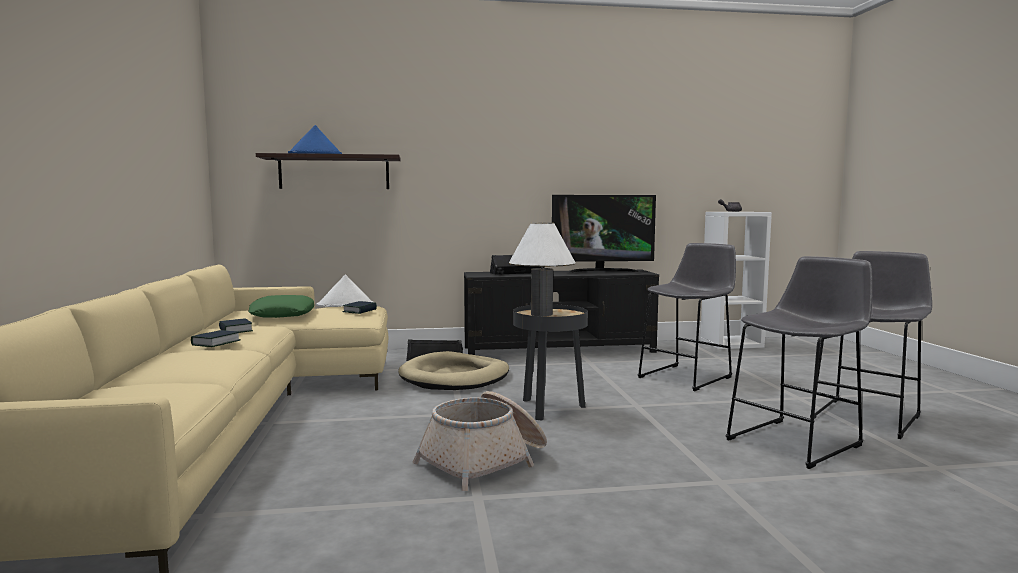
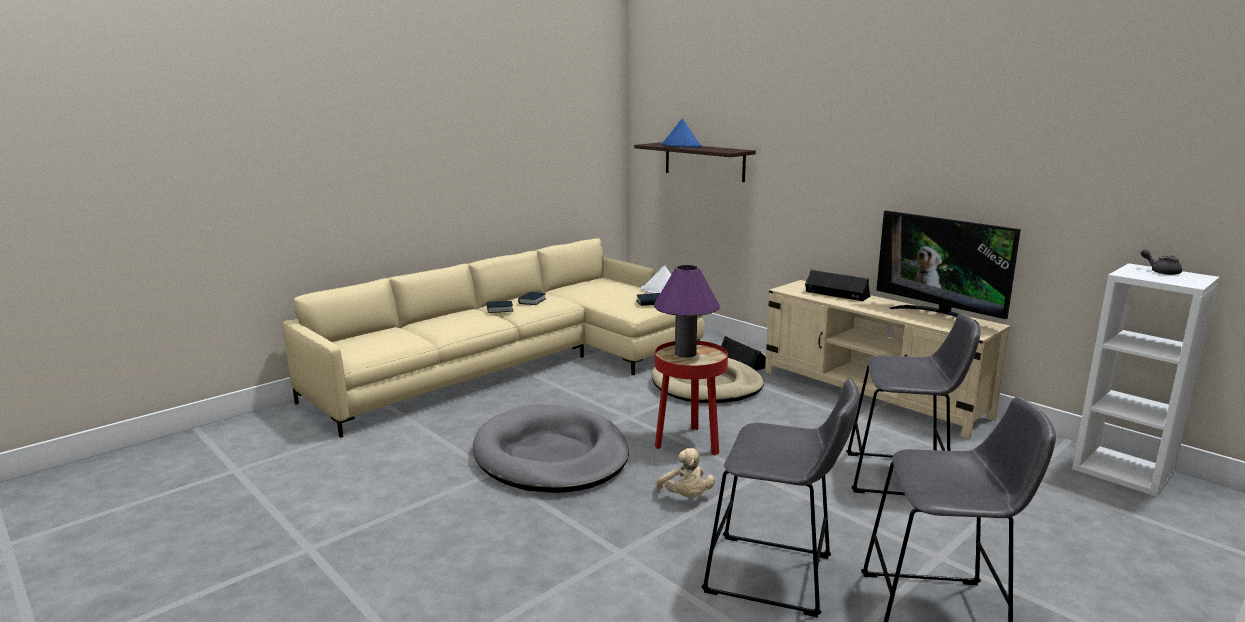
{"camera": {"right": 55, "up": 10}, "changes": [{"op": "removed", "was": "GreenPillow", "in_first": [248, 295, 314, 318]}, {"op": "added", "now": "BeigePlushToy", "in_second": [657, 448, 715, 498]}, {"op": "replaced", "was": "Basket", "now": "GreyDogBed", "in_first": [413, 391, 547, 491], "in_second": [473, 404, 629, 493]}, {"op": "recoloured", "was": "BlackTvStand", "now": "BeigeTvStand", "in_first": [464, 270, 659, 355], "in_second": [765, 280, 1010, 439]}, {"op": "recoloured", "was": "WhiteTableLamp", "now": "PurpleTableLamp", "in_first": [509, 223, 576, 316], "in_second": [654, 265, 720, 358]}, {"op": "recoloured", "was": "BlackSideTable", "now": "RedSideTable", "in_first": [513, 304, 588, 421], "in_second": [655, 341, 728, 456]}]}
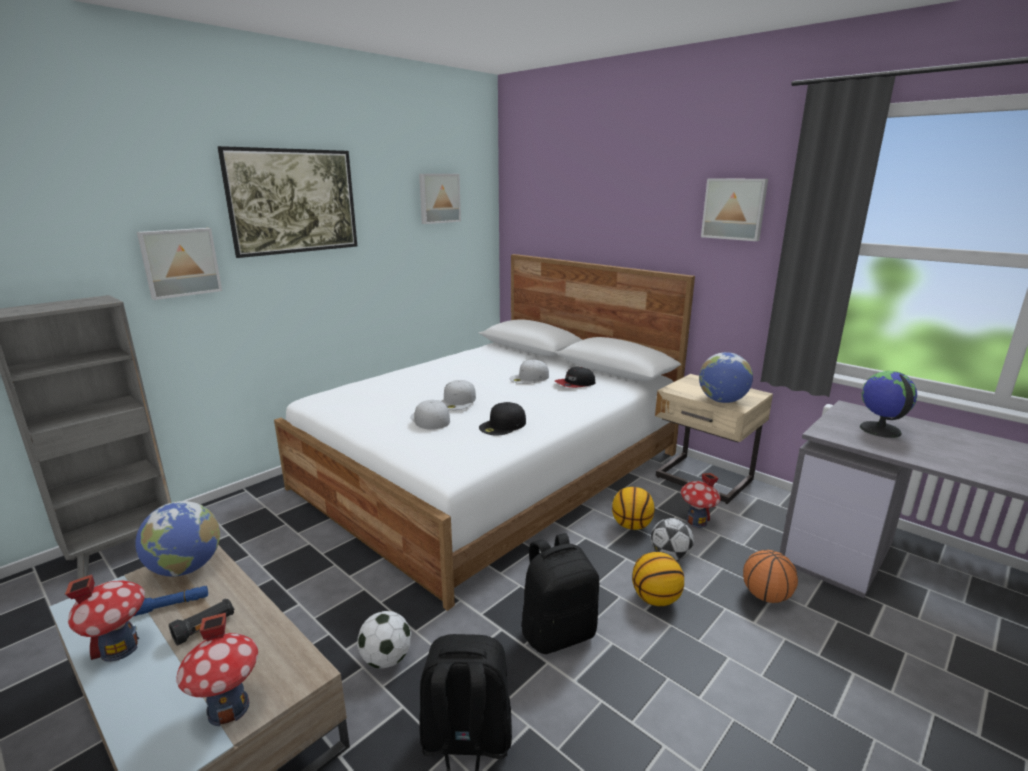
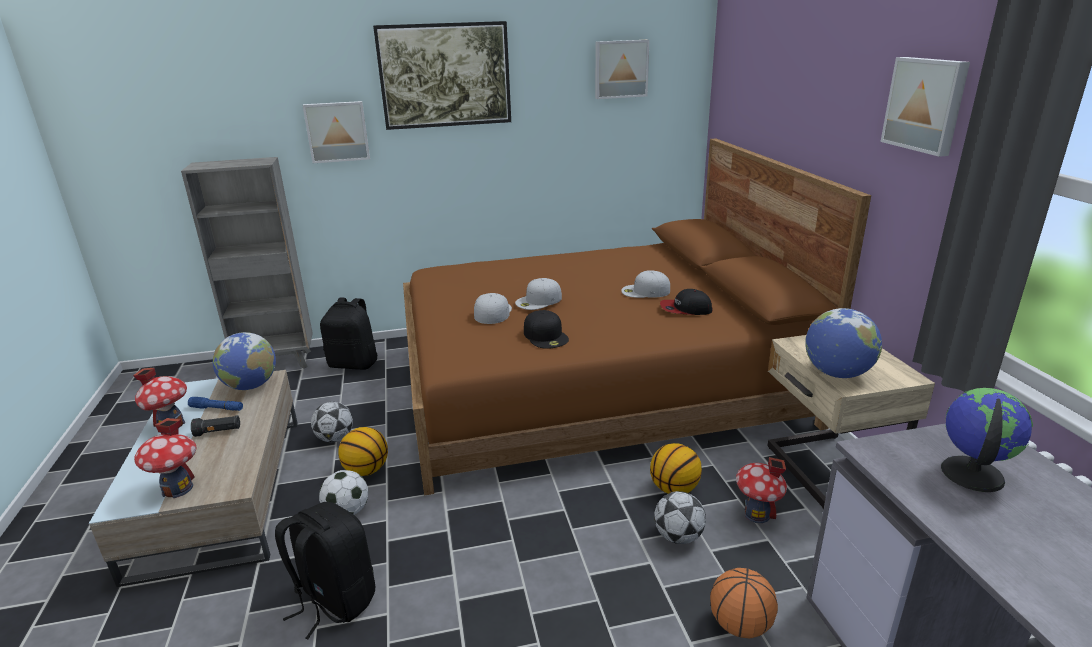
{"camera": {"right": 35, "up": 5}, "changes": [{"op": "added", "now": "Football", "in_second": [311, 402, 353, 442]}, {"op": "moved", "was": "BlackBackpack", "in_first": [521, 533, 599, 654], "in_second": [320, 298, 378, 370]}, {"op": "moved", "was": "Basketball", "in_first": [632, 552, 684, 606], "in_second": [338, 427, 388, 476]}, {"op": "recoloured", "was": "WhiteBed", "now": "BrownBed", "in_first": [274, 254, 695, 611], "in_second": [403, 138, 871, 495]}, {"op": "turned", "was": "BlackCap", "in_first": [479, 402, 526, 436], "in_second": [524, 310, 569, 349], "clockwise": -105}]}
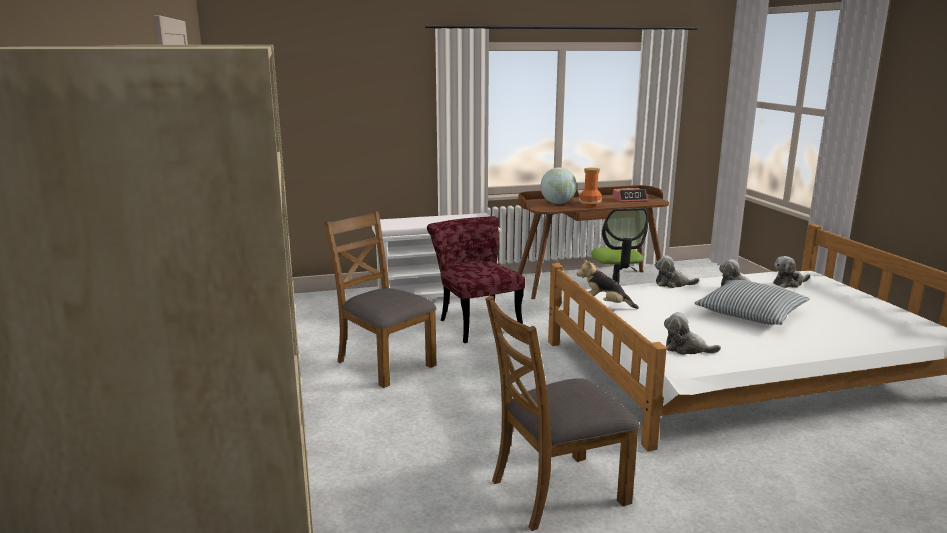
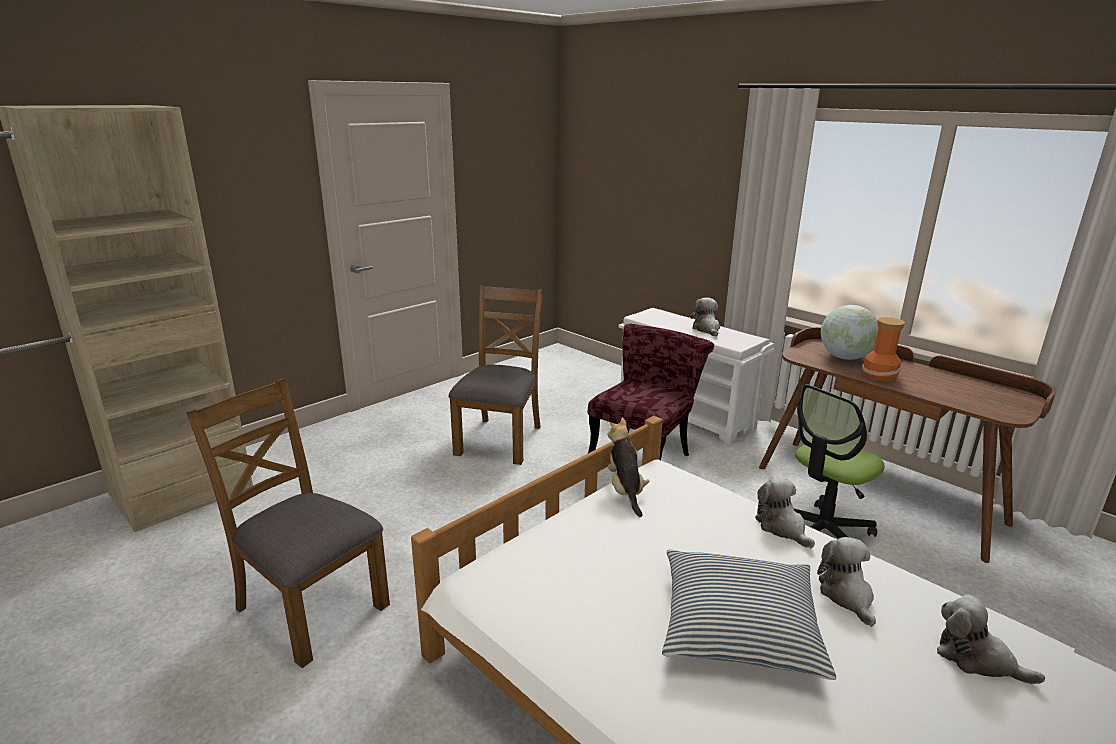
{"camera": {"right": 60, "up": 5}, "changes": [{"op": "removed", "was": "AlarmClock", "in_first": [613, 188, 648, 202]}, {"op": "moved", "was": "PlushToy", "in_first": [664, 312, 721, 355], "in_second": [691, 298, 720, 337]}]}
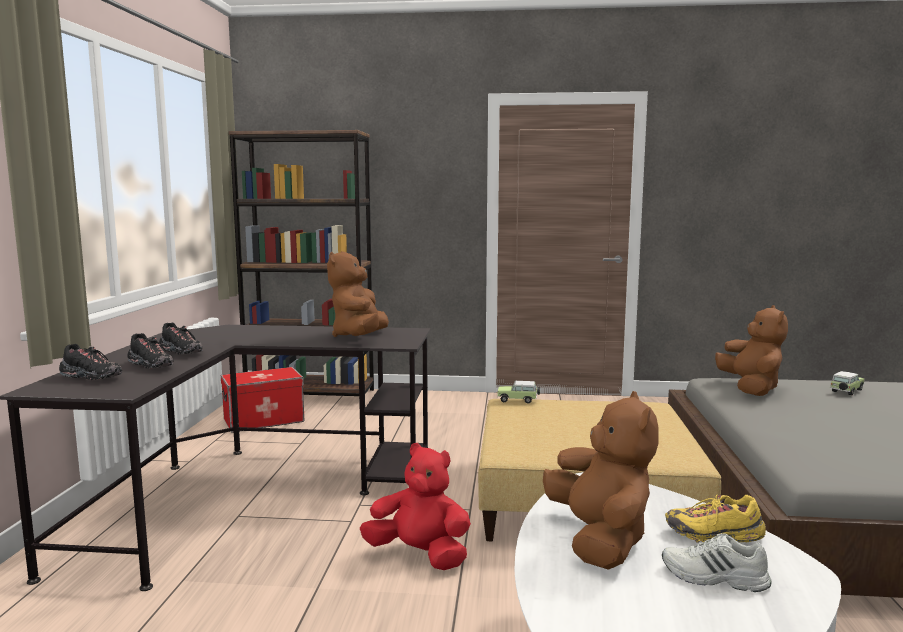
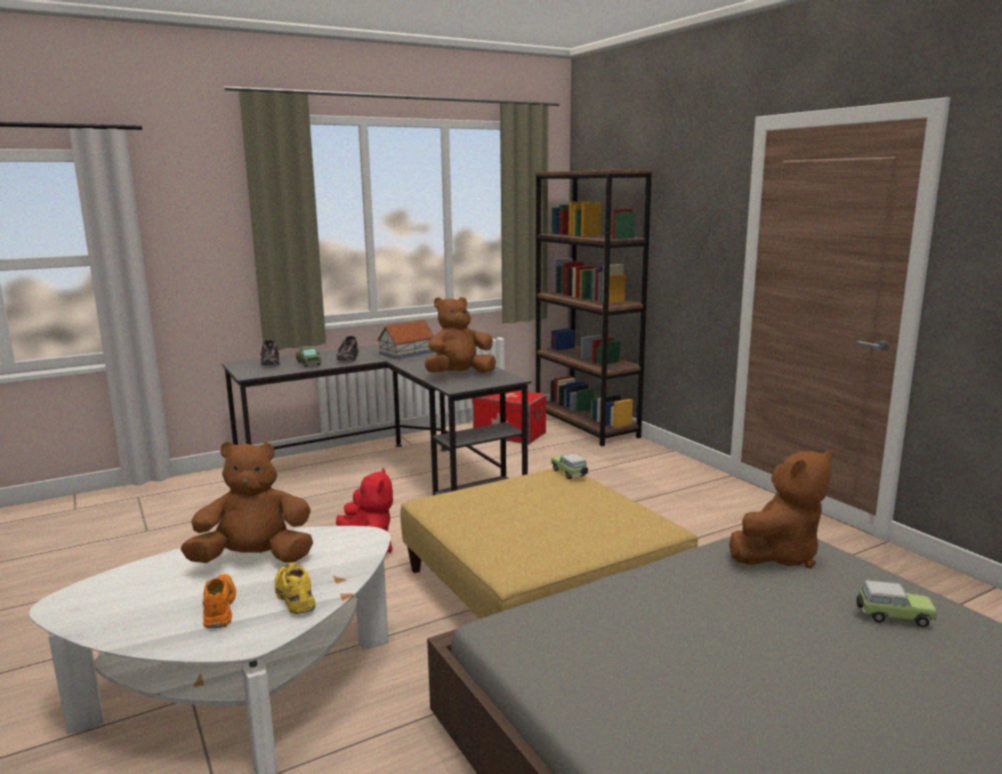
{"camera": {"right": 55, "up": 5}, "changes": [{"op": "added", "now": "ToyHouse", "in_second": [377, 320, 434, 359]}, {"op": "replaced", "was": "BlackShoe", "now": "ToyTruck", "in_first": [127, 333, 173, 369], "in_second": [296, 346, 321, 367]}, {"op": "recoloured", "was": "WhiteShoe", "now": "OrangeShoe", "in_first": [662, 533, 772, 592], "in_second": [203, 574, 236, 628]}, {"op": "turned", "was": "BrownPlushToy", "in_first": [543, 391, 659, 570], "in_second": [180, 441, 313, 563], "clockwise": -150}]}
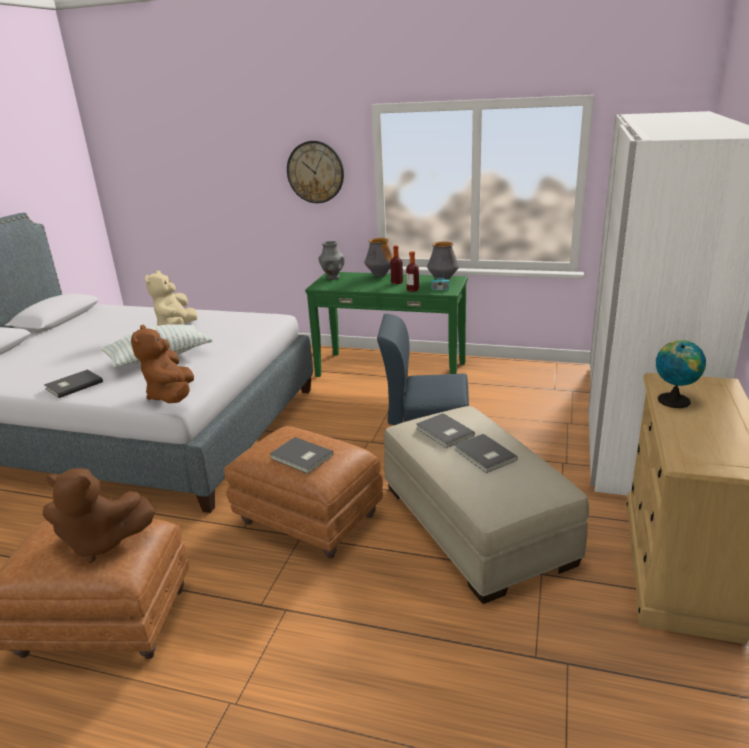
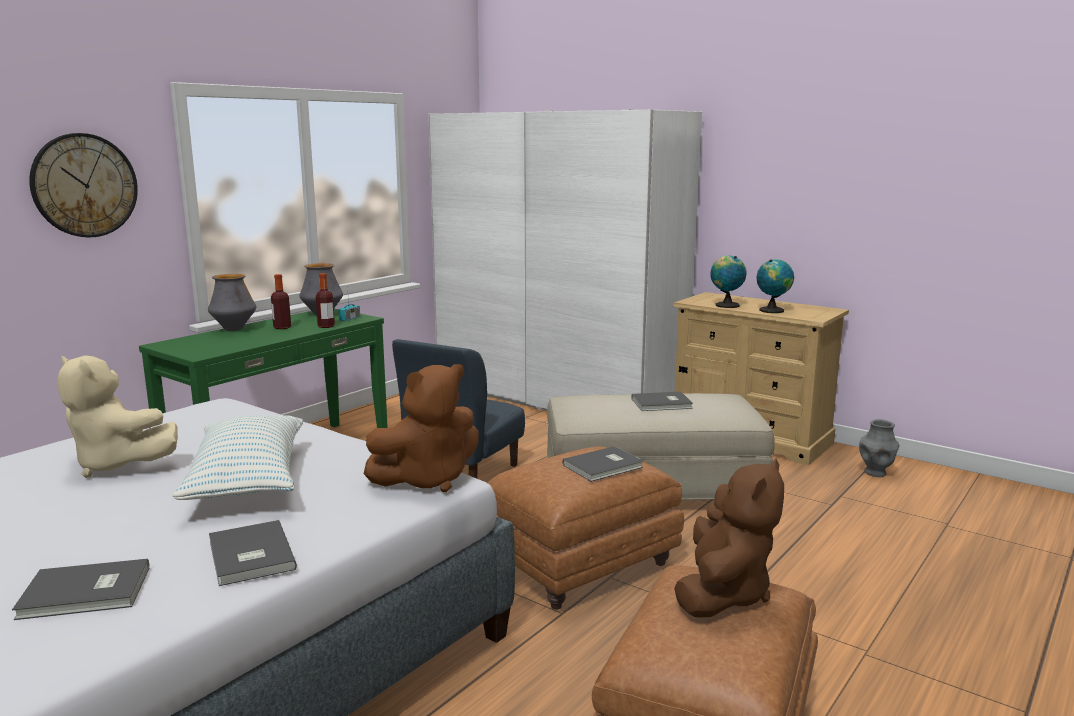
{"camera": {"right": -70, "up": -10}, "changes": [{"op": "added", "now": "Globe", "in_second": [756, 259, 794, 313]}, {"op": "moved", "was": "GreyVase", "in_first": [319, 241, 345, 280], "in_second": [859, 419, 899, 477]}, {"op": "moved", "was": "GreyBook", "in_first": [416, 413, 475, 448], "in_second": [12, 559, 149, 620]}, {"op": "turned", "was": "BrownPlushToy", "in_first": [131, 325, 194, 403], "in_second": [364, 364, 478, 492], "clockwise": -45}]}
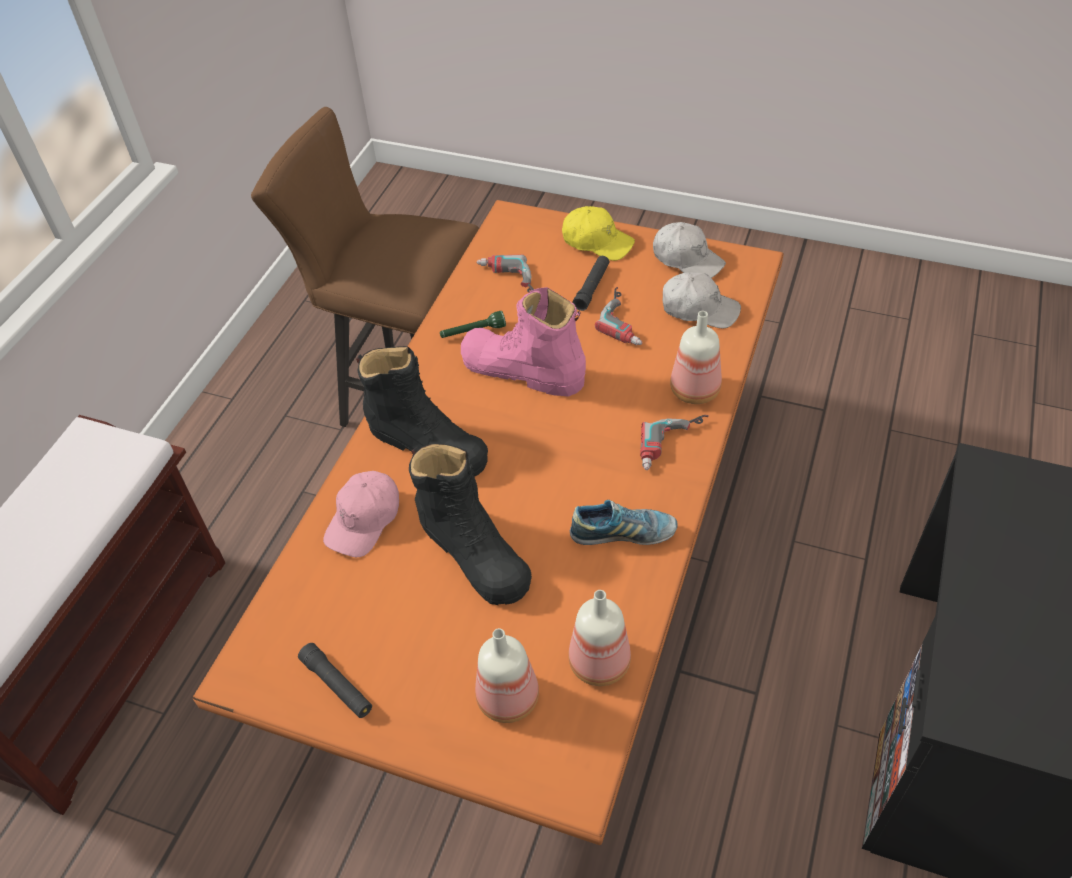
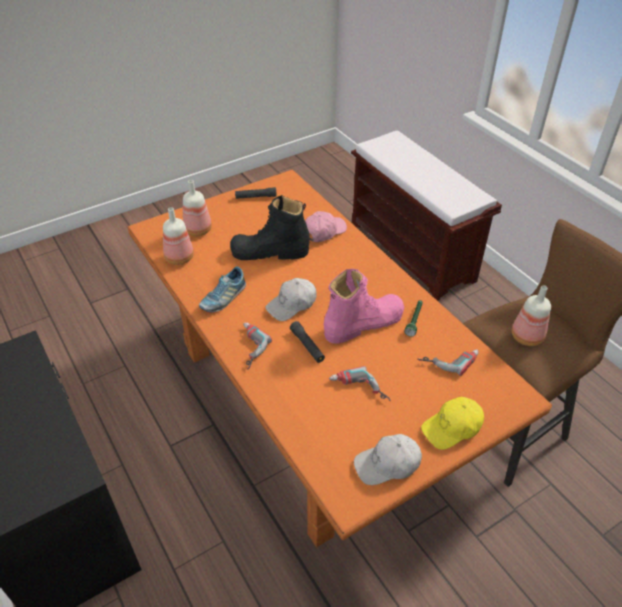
{"camera": {"right": 125, "up": -5}, "changes": [{"op": "removed", "was": "BlackBoot", "in_first": [356, 346, 488, 477]}, {"op": "moved", "was": "BlackFlashlight", "in_first": [572, 256, 609, 311], "in_second": [290, 321, 325, 363]}, {"op": "moved", "was": "WhiteCap", "in_first": [662, 272, 741, 329], "in_second": [266, 278, 317, 321]}, {"op": "moved", "was": "Bottle", "in_first": [670, 311, 722, 404], "in_second": [512, 285, 551, 346]}, {"op": "turned", "was": "PinkCap", "in_first": [323, 471, 399, 557], "in_second": [305, 211, 347, 242], "clockwise": 75}]}
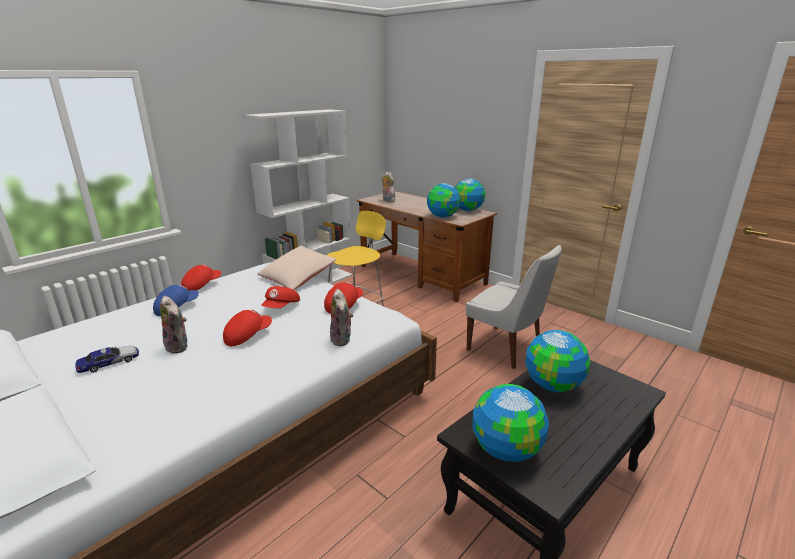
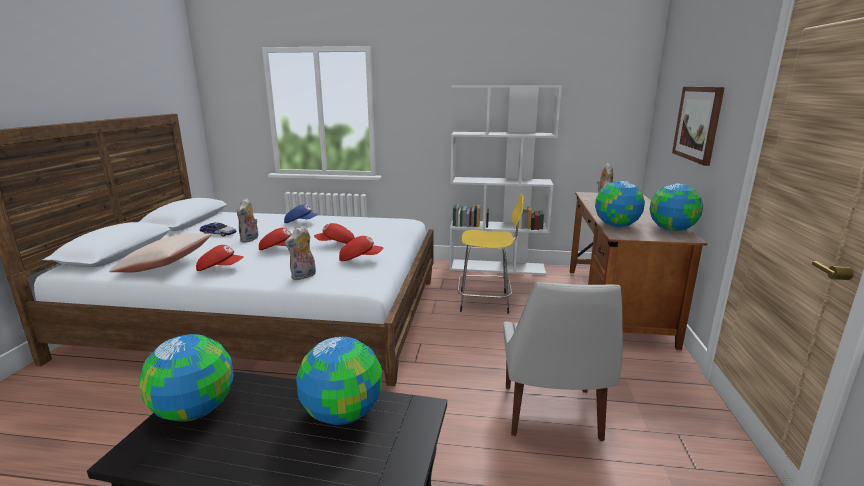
{"camera": {"right": 55, "up": -5}, "changes": [{"op": "added", "now": "Picture", "in_second": [672, 87, 725, 166]}, {"op": "moved", "was": "RedCap", "in_first": [181, 264, 221, 291], "in_second": [196, 245, 244, 271]}, {"op": "moved", "was": "BeigePillow", "in_first": [257, 246, 336, 290], "in_second": [109, 233, 212, 273]}]}
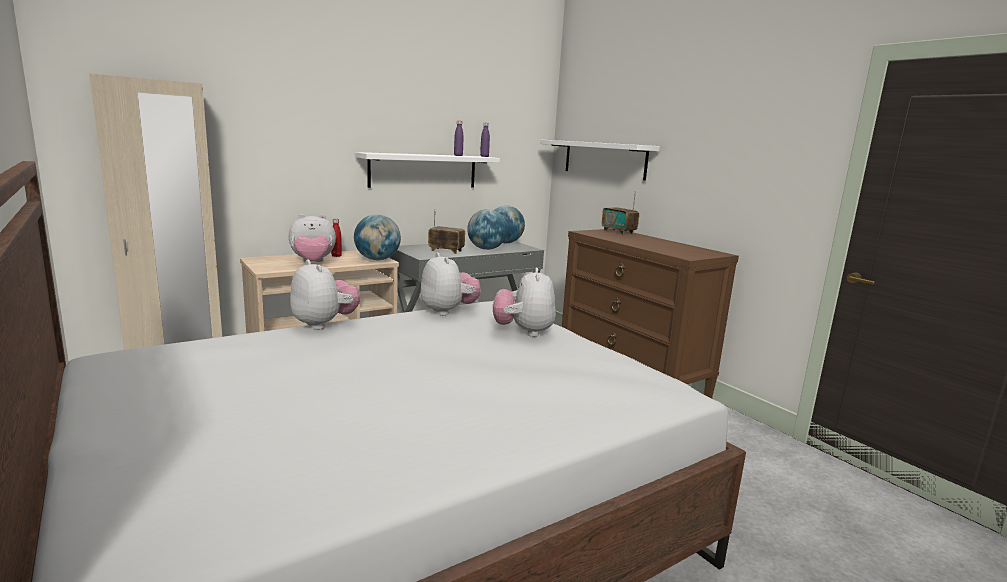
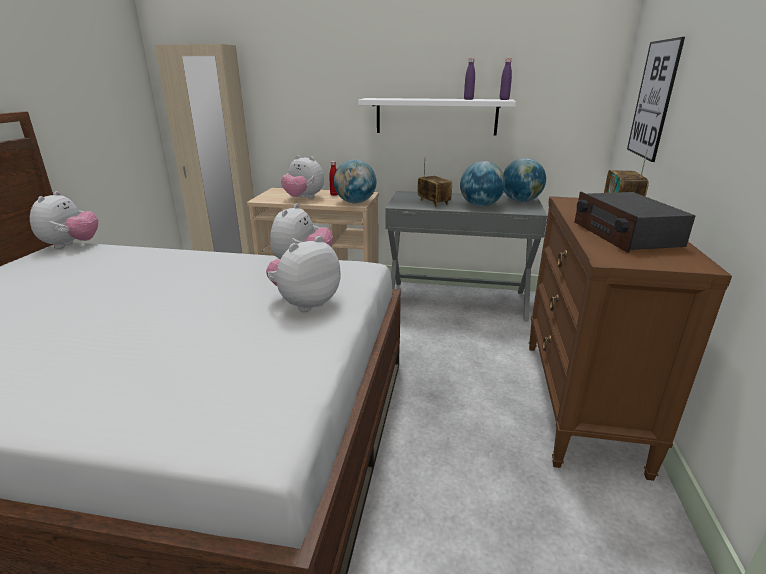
{"camera": {"right": 45, "up": 10}, "changes": [{"op": "added", "now": "Radio", "in_second": [575, 192, 696, 253]}, {"op": "moved", "was": "PlushToy", "in_first": [290, 259, 360, 330], "in_second": [30, 191, 98, 249]}, {"op": "replaced", "was": "WhiteShelf", "now": "Picture", "in_first": [541, 140, 660, 180], "in_second": [627, 37, 685, 162]}]}
